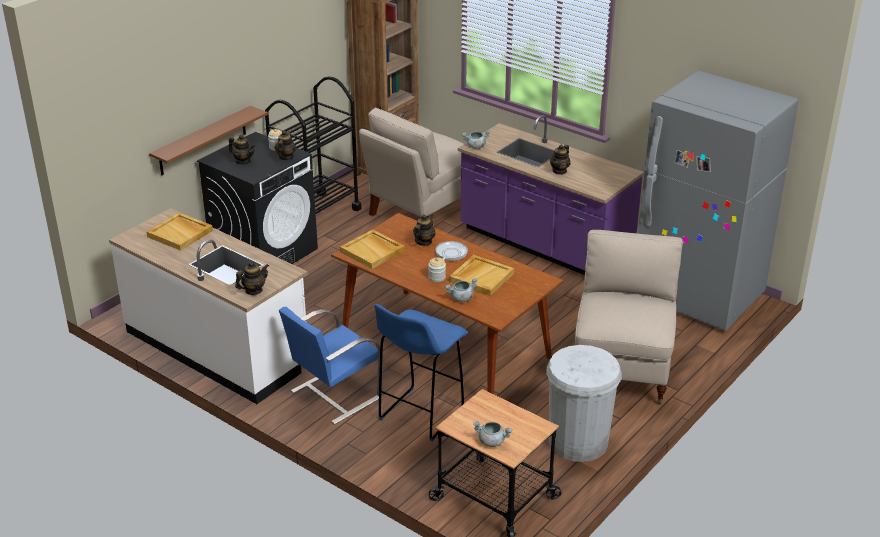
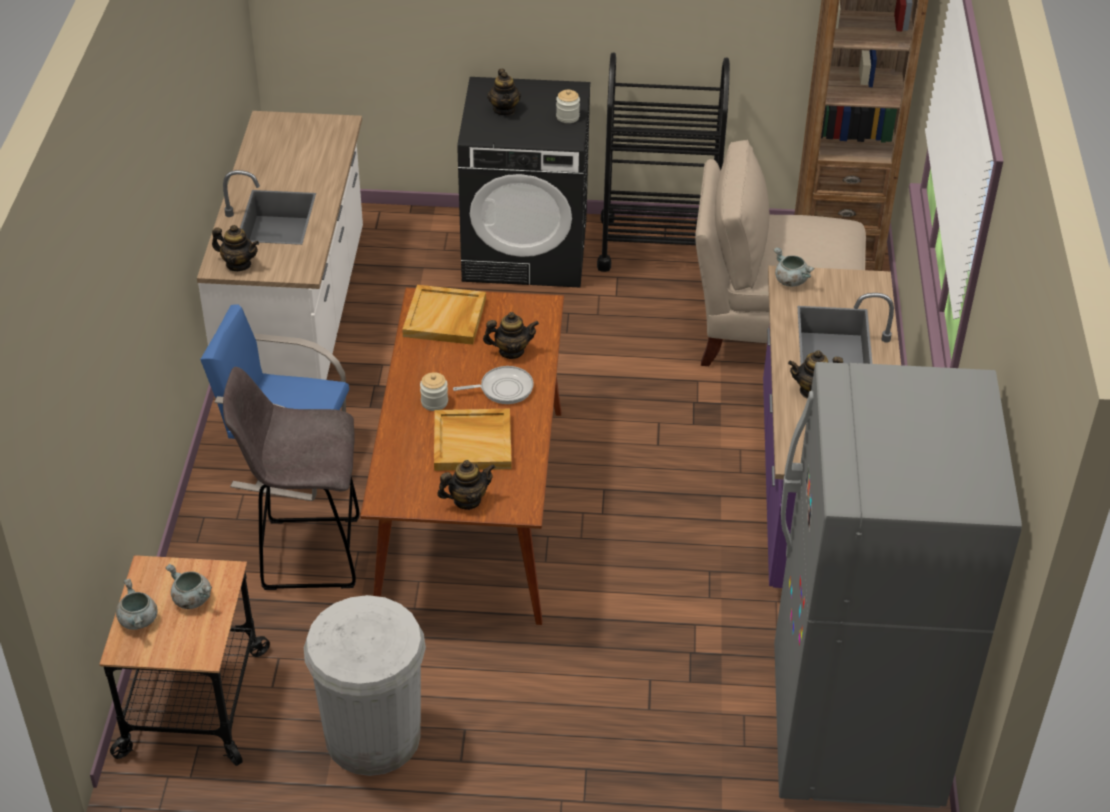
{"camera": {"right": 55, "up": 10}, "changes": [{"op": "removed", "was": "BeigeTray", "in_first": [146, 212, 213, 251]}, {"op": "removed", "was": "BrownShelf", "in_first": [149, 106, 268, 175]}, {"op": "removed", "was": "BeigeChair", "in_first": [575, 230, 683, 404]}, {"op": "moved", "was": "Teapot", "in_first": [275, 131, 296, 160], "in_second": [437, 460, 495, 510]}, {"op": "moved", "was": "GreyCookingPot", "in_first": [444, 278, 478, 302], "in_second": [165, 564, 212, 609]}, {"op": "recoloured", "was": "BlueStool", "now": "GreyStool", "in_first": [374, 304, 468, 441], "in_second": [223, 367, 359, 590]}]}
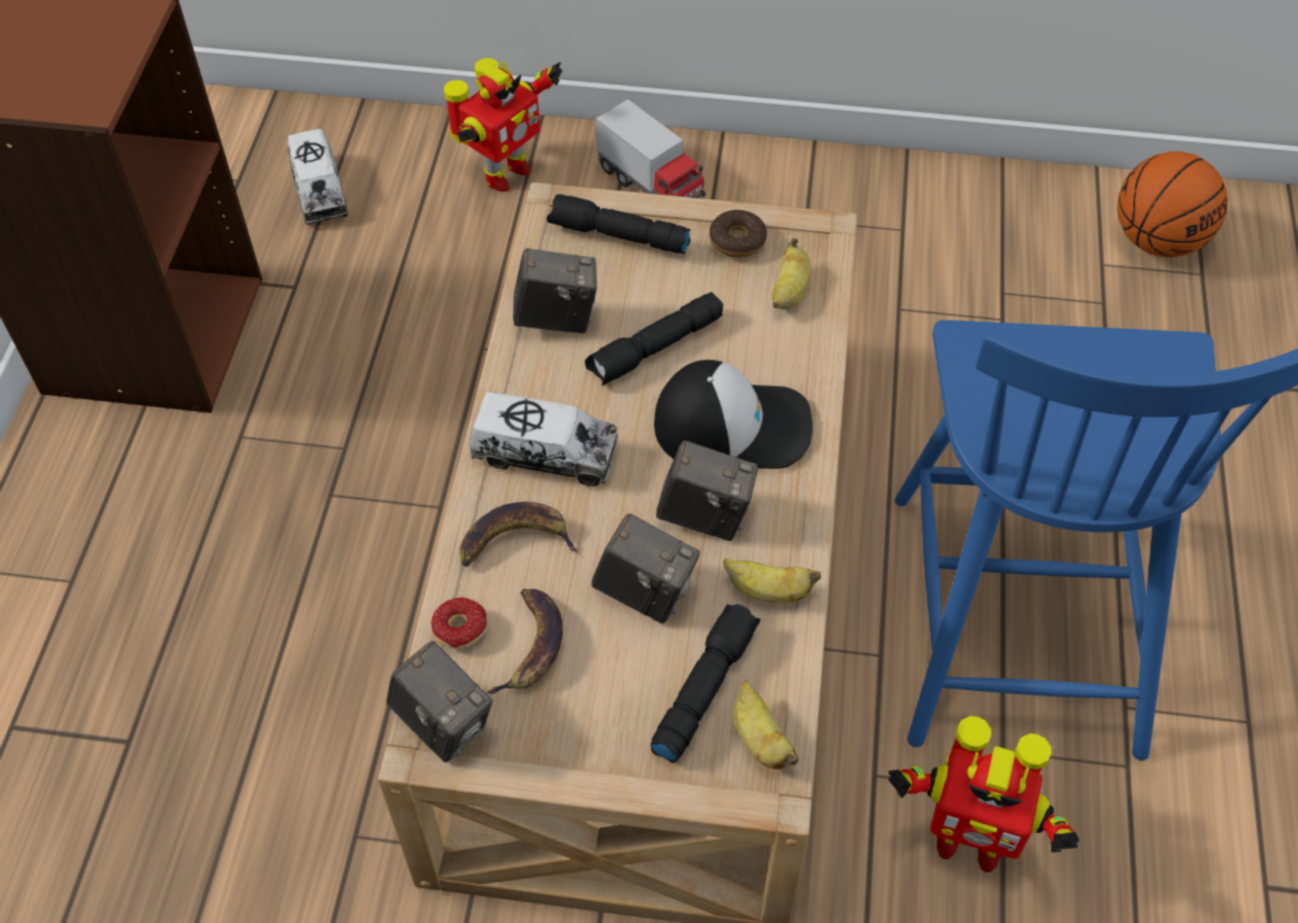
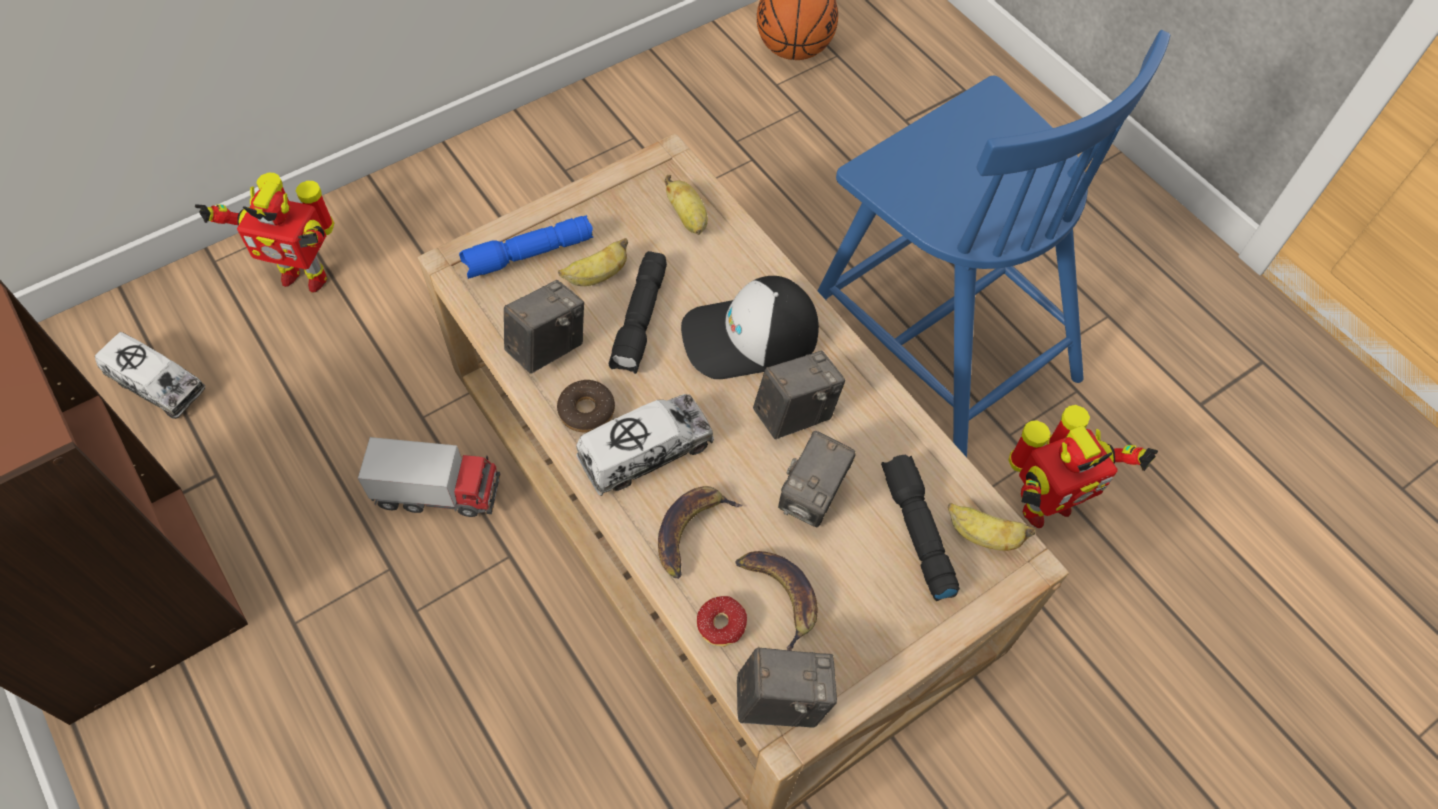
{"camera": {"right": -45, "up": 5}, "changes": [{"op": "moved", "was": "ToyTruck", "in_first": [595, 99, 706, 198], "in_second": [358, 437, 500, 517]}, {"op": "moved", "was": "Donut", "in_first": [709, 210, 767, 258], "in_second": [557, 380, 615, 432]}, {"op": "moved", "was": "Banana", "in_first": [723, 559, 821, 603], "in_second": [558, 238, 628, 286]}, {"op": "recoloured", "was": "BlackFlashlight", "now": "BlueFlashlight", "in_first": [547, 194, 691, 254], "in_second": [459, 215, 593, 279]}, {"op": "turned", "was": "ToyRobot", "in_first": [444, 58, 563, 192], "in_second": [195, 173, 334, 293], "clockwise": 105}, {"op": "turned", "was": "PhotoCamera", "in_first": [591, 514, 700, 624], "in_second": [778, 431, 856, 527], "clockwise": 135}, {"op": "turned", "was": "Cap", "in_first": [654, 360, 812, 469], "in_second": [681, 276, 819, 379], "clockwise": -150}]}
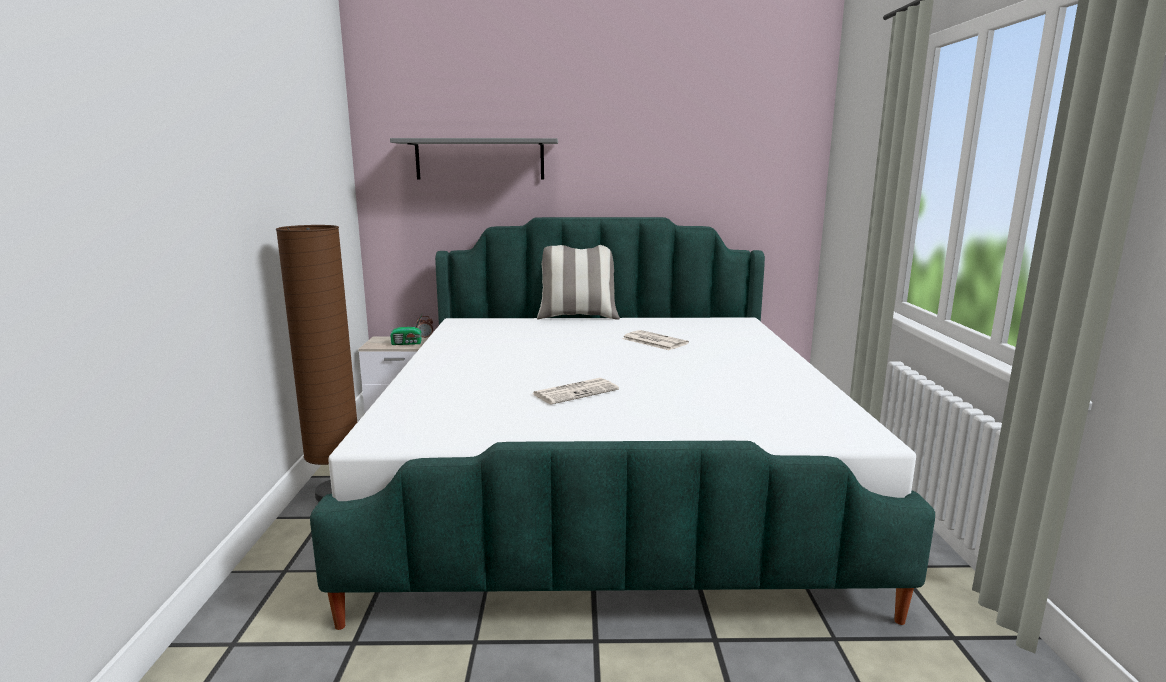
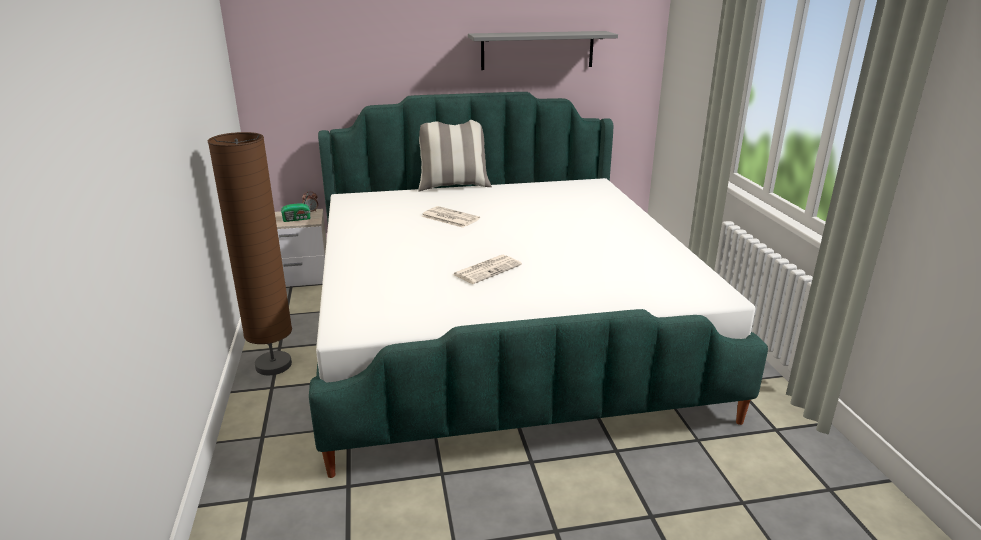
{"camera": {"right": -10, "up": 10}, "changes": [{"op": "moved", "was": "GreyShelf", "in_first": [390, 138, 558, 180], "in_second": [468, 31, 618, 70]}, {"op": "moved", "was": "Newspaper", "in_first": [622, 330, 689, 350], "in_second": [421, 206, 480, 228]}]}
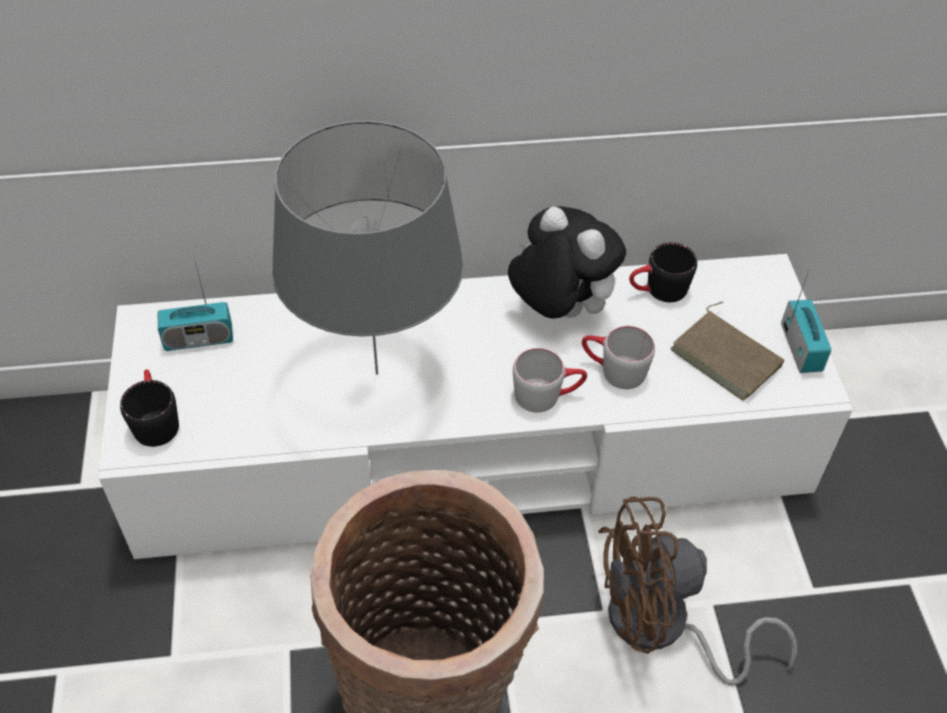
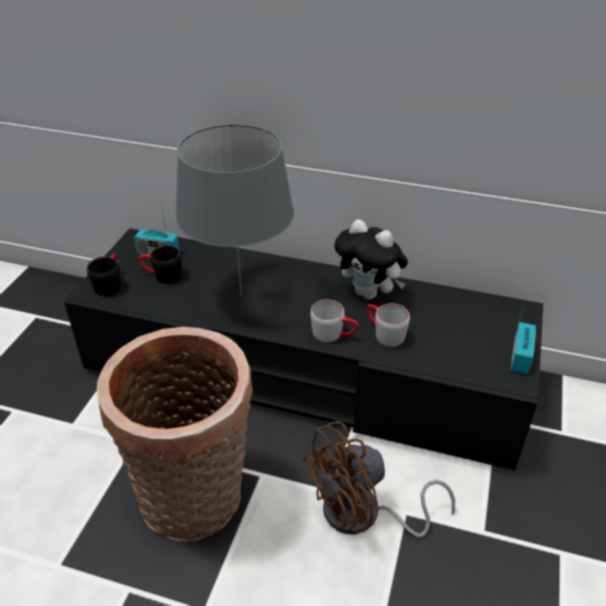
{"camera": {"right": 25, "up": -10}, "changes": [{"op": "removed", "was": "BrownBook", "in_first": [670, 301, 784, 401]}, {"op": "moved", "was": "BlackMug", "in_first": [629, 242, 697, 302], "in_second": [138, 245, 182, 284]}, {"op": "recoloured", "was": "WhiteTvStand", "now": "BlackTvStand", "in_first": [99, 254, 853, 559], "in_second": [64, 228, 543, 471]}, {"op": "turned", "was": "PlushToy", "in_first": [508, 206, 626, 319], "in_second": [334, 219, 408, 300], "clockwise": 150}, {"op": "turned", "was": "BrownFan", "in_first": [598, 497, 797, 686], "in_second": [302, 421, 455, 537], "clockwise": -45}]}
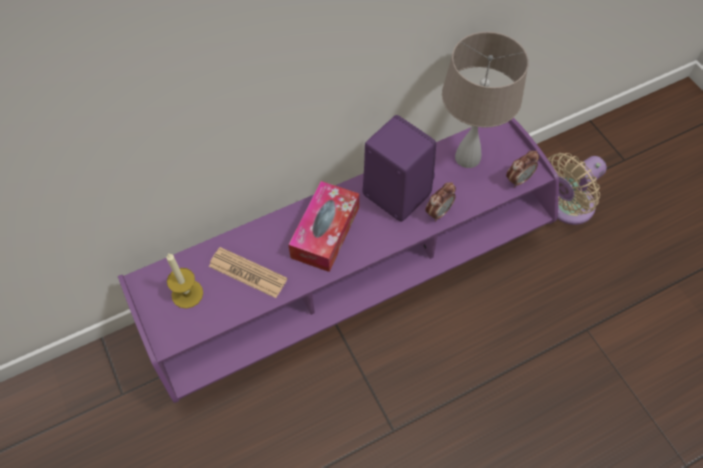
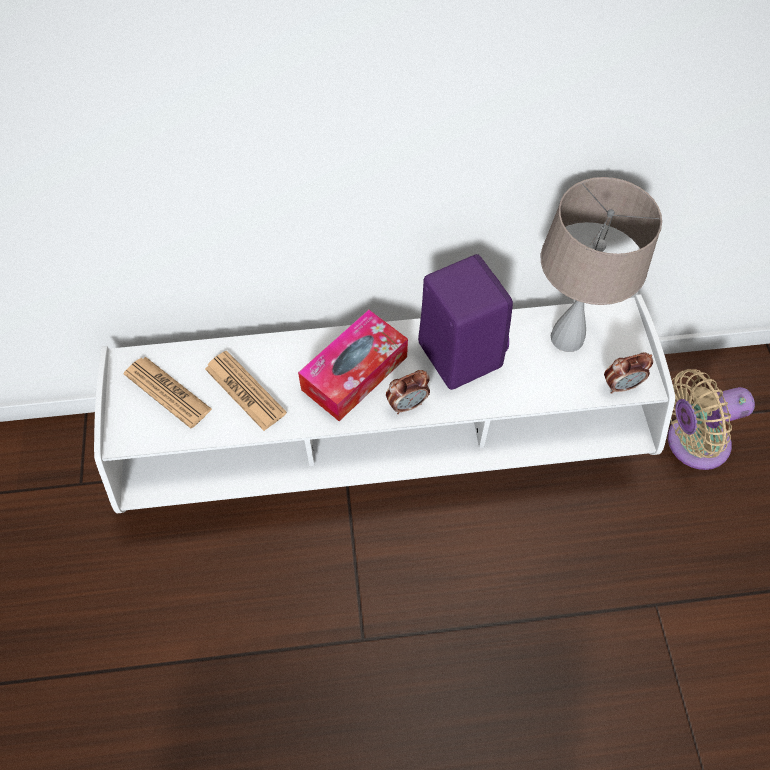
{"camera": {"right": 20, "up": 0}, "changes": [{"op": "moved", "was": "AlarmClock", "in_first": [426, 182, 456, 222], "in_second": [386, 370, 430, 414]}, {"op": "replaced", "was": "Candle", "now": "Newspaper", "in_first": [166, 253, 203, 309], "in_second": [123, 357, 212, 428]}, {"op": "recoloured", "was": "PurpleTvStand", "now": "WhiteTvStand", "in_first": [118, 118, 559, 403], "in_second": [94, 294, 675, 514]}]}
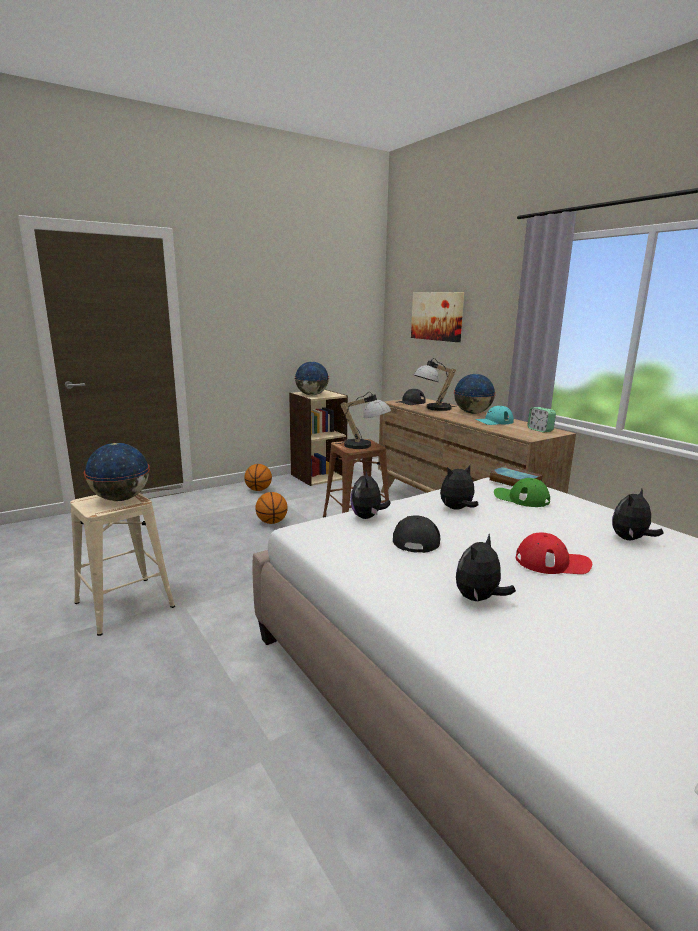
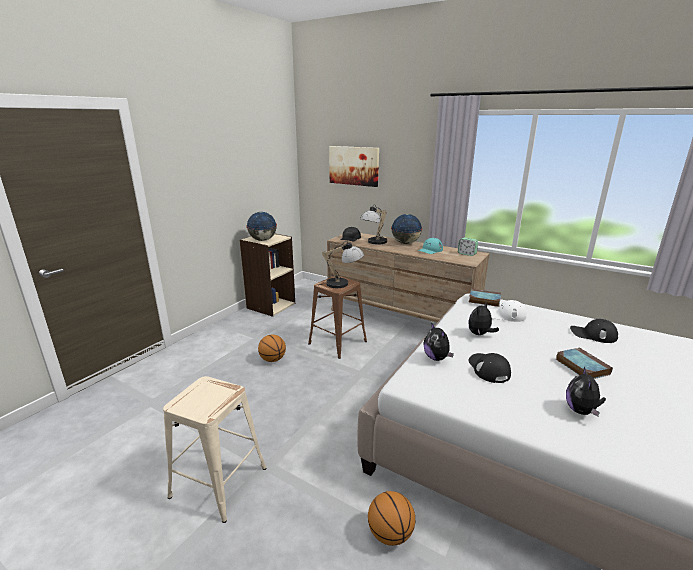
{"camera": {"right": -25, "up": 5}, "changes": [{"op": "removed", "was": "Globe", "in_first": [84, 443, 150, 501]}, {"op": "moved", "was": "Basketball", "in_first": [244, 464, 272, 491], "in_second": [368, 491, 415, 546]}, {"op": "replaced", "was": "RedCap", "now": "Book", "in_first": [516, 533, 592, 574], "in_second": [556, 347, 613, 379]}, {"op": "replaced", "was": "PlushToy", "now": "BlackCap", "in_first": [612, 489, 664, 540], "in_second": [570, 319, 618, 343]}, {"op": "recoloured", "was": "GreenCap", "now": "WhiteCap", "in_first": [494, 478, 550, 507], "in_second": [488, 300, 527, 322]}]}
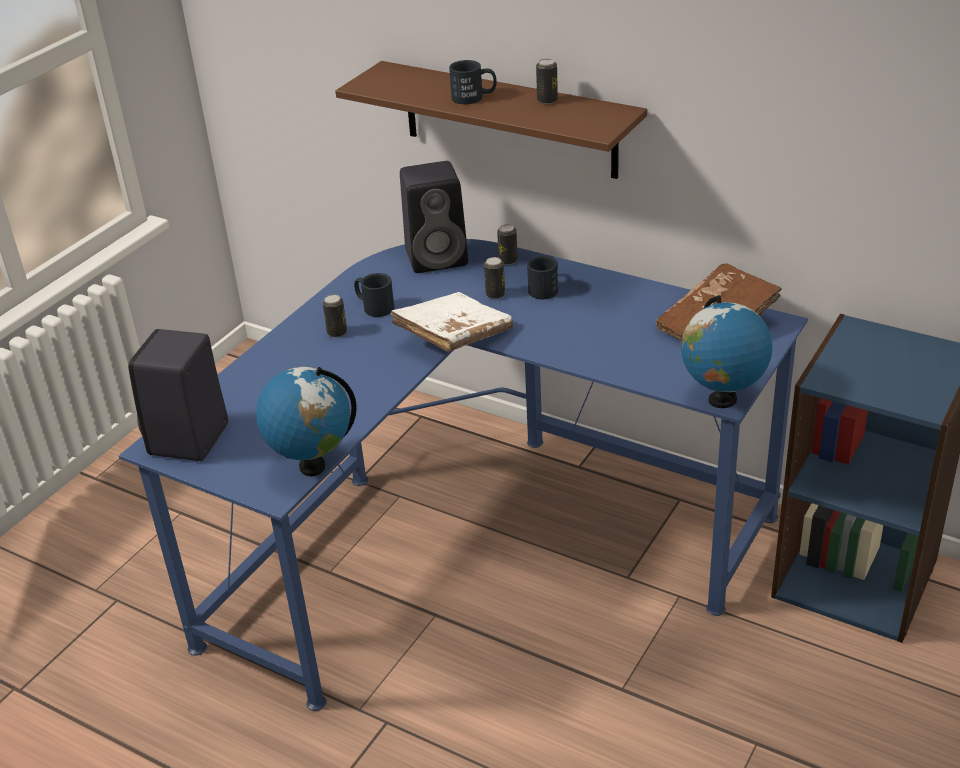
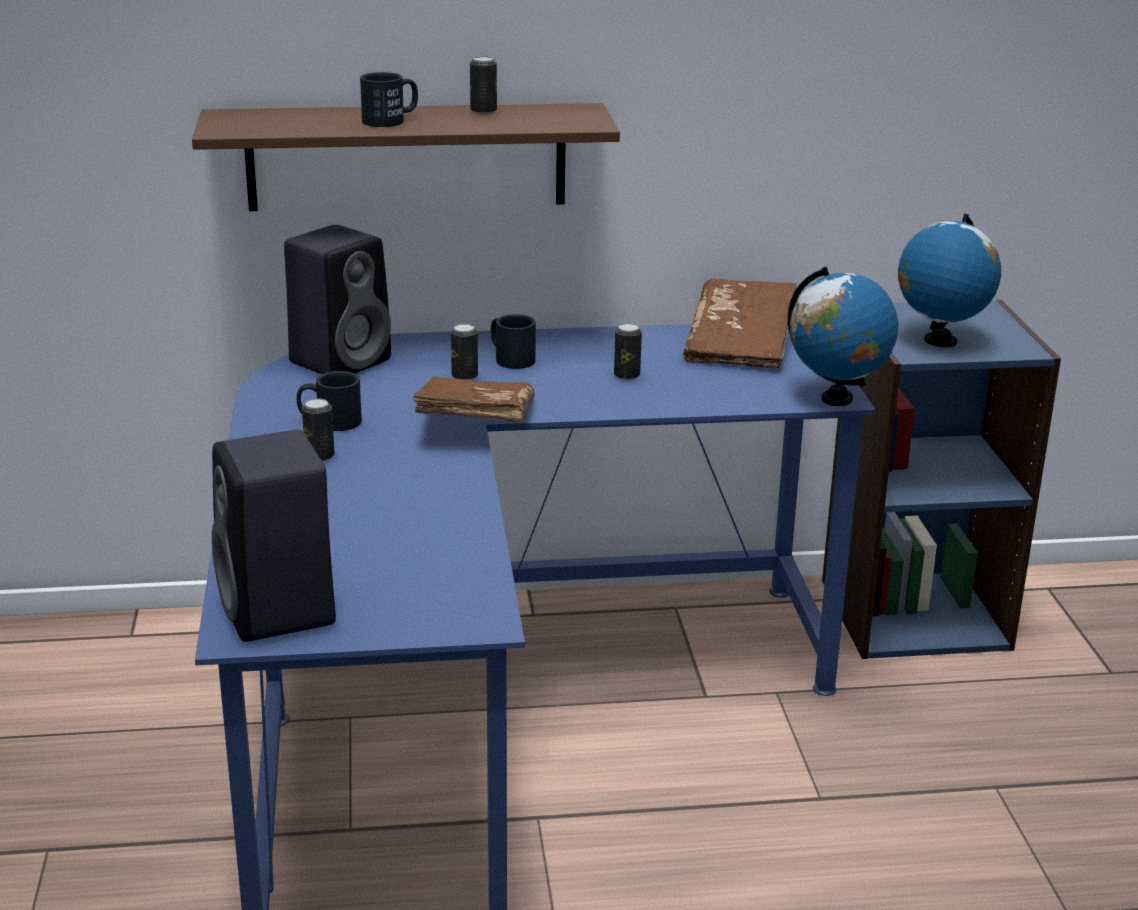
{"camera": {"right": -40, "up": -10}, "changes": [{"op": "moved", "was": "Globe", "in_first": [256, 367, 357, 476], "in_second": [898, 214, 1001, 347]}, {"op": "moved", "was": "Can", "in_first": [497, 224, 518, 265], "in_second": [614, 323, 642, 380]}, {"op": "recoloured", "was": "WhiteBook", "now": "BrownBook", "in_first": [390, 292, 513, 352], "in_second": [413, 377, 535, 422]}]}
